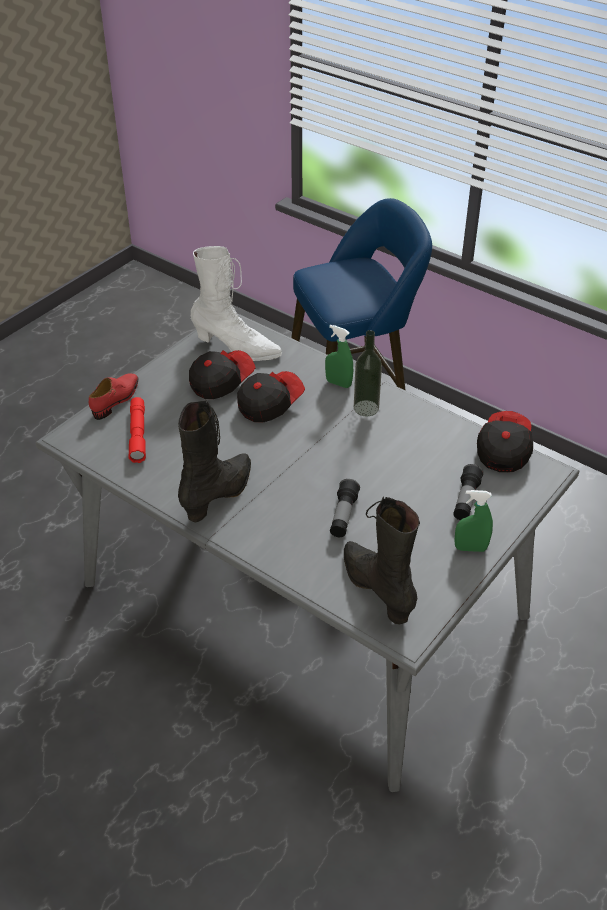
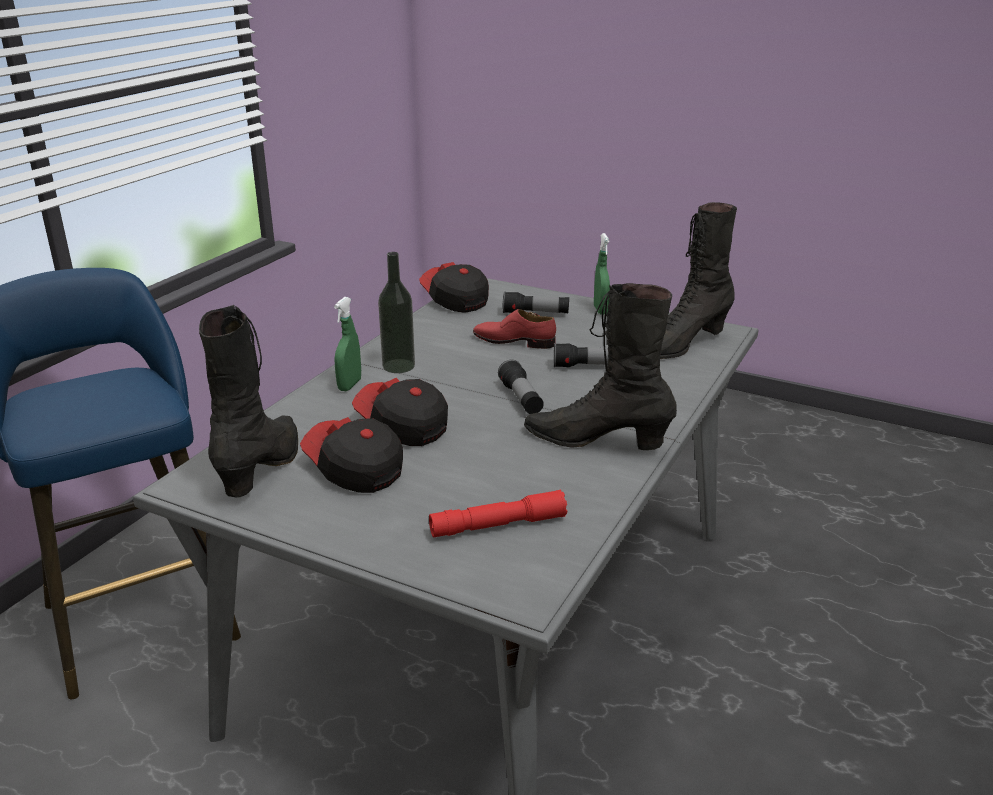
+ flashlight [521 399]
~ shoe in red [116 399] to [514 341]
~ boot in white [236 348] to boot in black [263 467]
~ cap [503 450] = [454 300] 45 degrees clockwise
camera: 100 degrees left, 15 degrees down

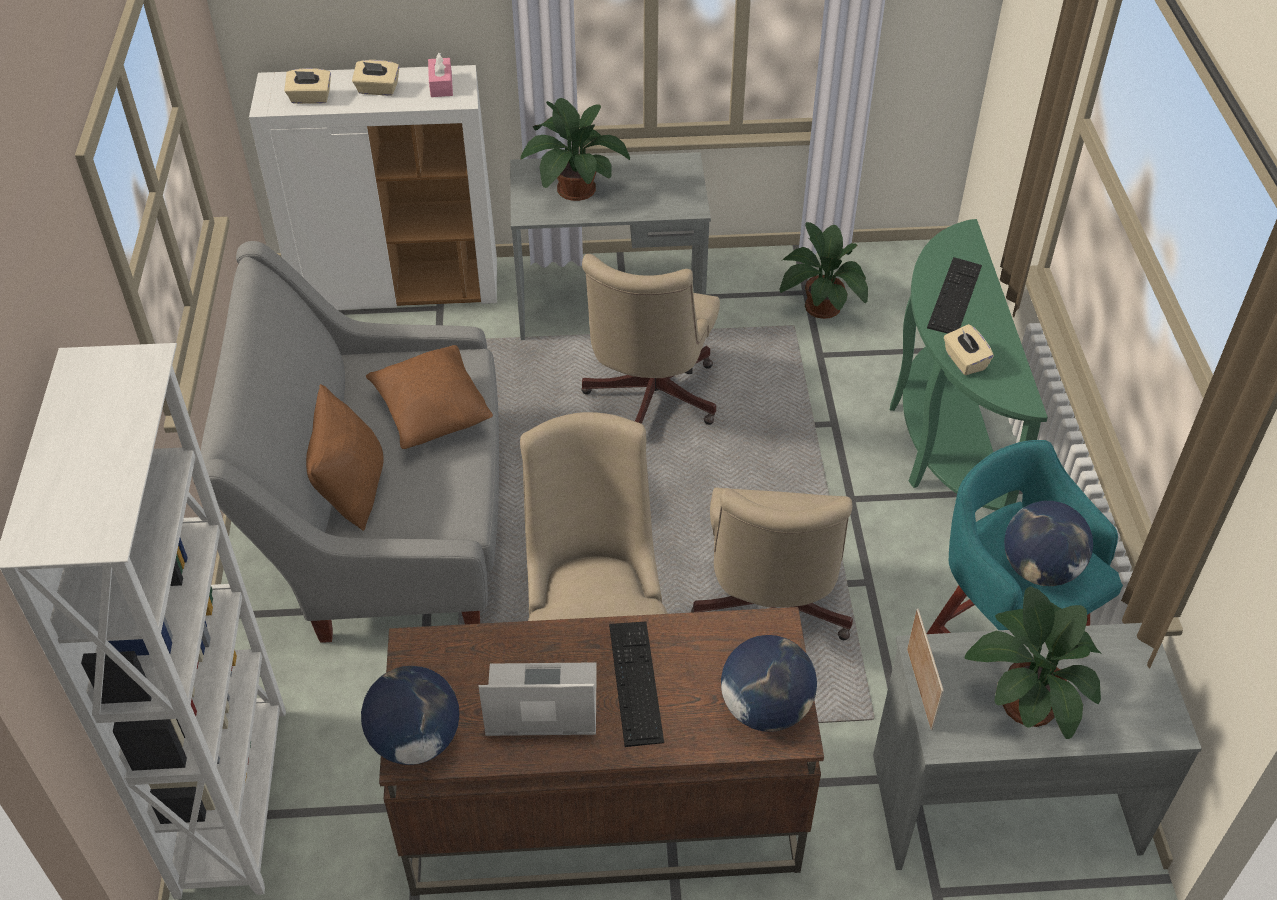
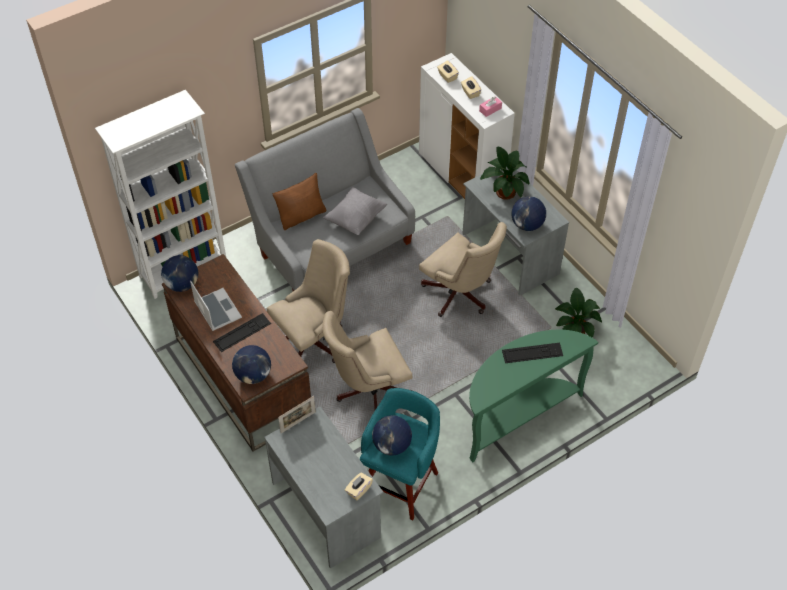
- potted plant [1027 698]
+ globe [527 225]
~ tissue box in beige [964 361] to [358 490]
~ pillow in brown [432 415] to pillow in grey [356 219]
~ office chair in beige [649 401] = [460 296] 120 degrees counterclockwise
camera: 60 degrees right, 5 degrees up

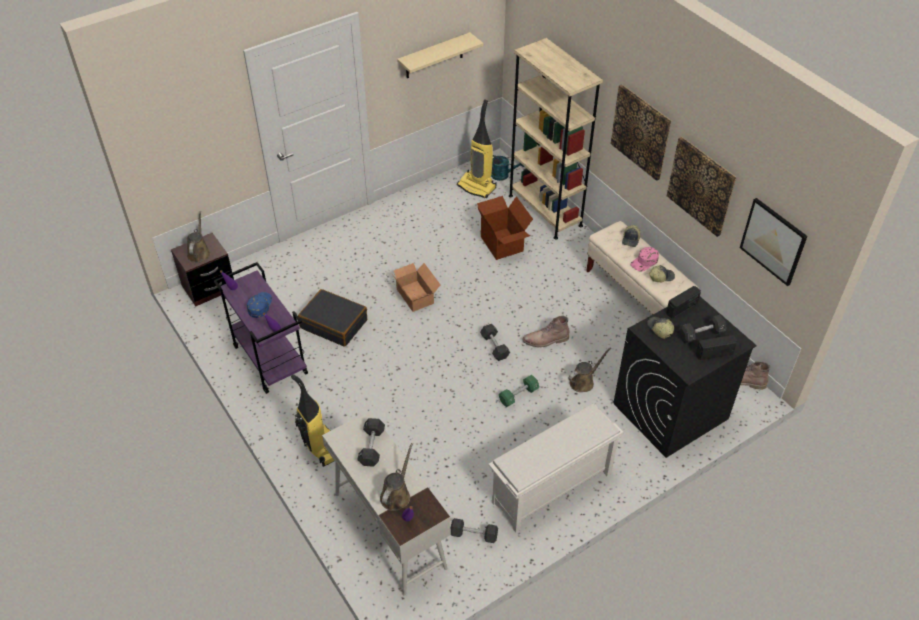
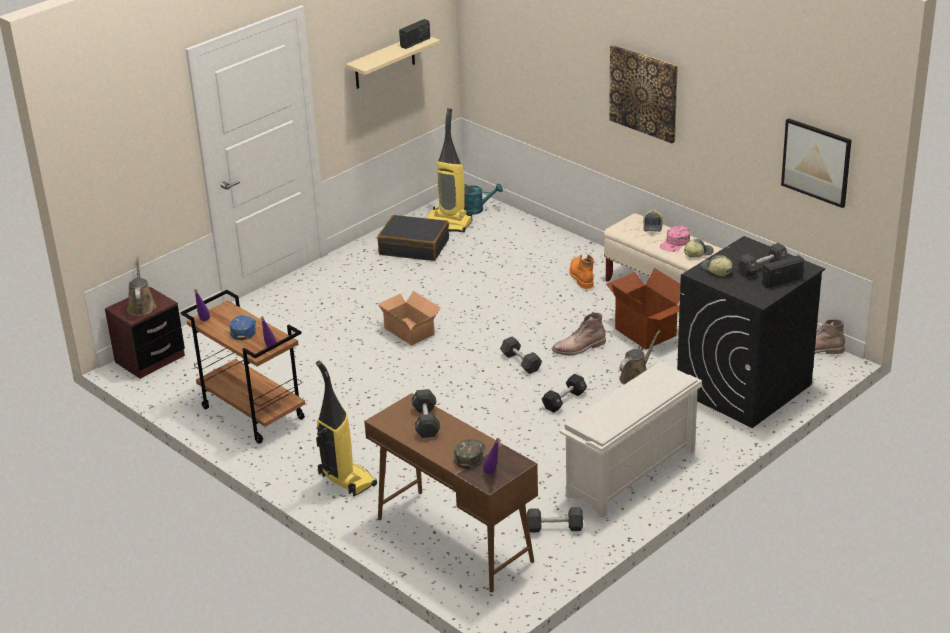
- bookcase in beige [545 210]
- picture [701 186]
+ boot in orange [580 276]
~ suitcase in black [334 324] to [414 247]
~ cardboard box [502 244] to [646 332]
~ radio [682 309] to [415 42]
~ watering can in brown [396 494] to cap in green [469 455]
~ cart in purple [269 360] to cart in brown [251 413]
~ desk in white [389 530] to desk in brown [453 539]
~ dumbbell in green [518 395] to dumbbell in black [564 400]
camera: 10 degrees left, 15 degrees down

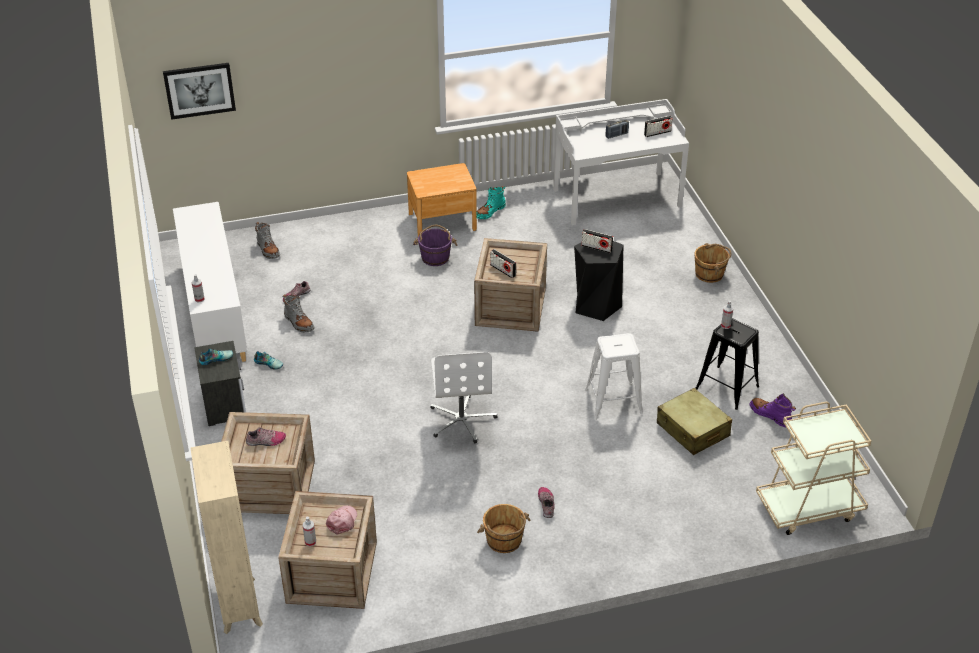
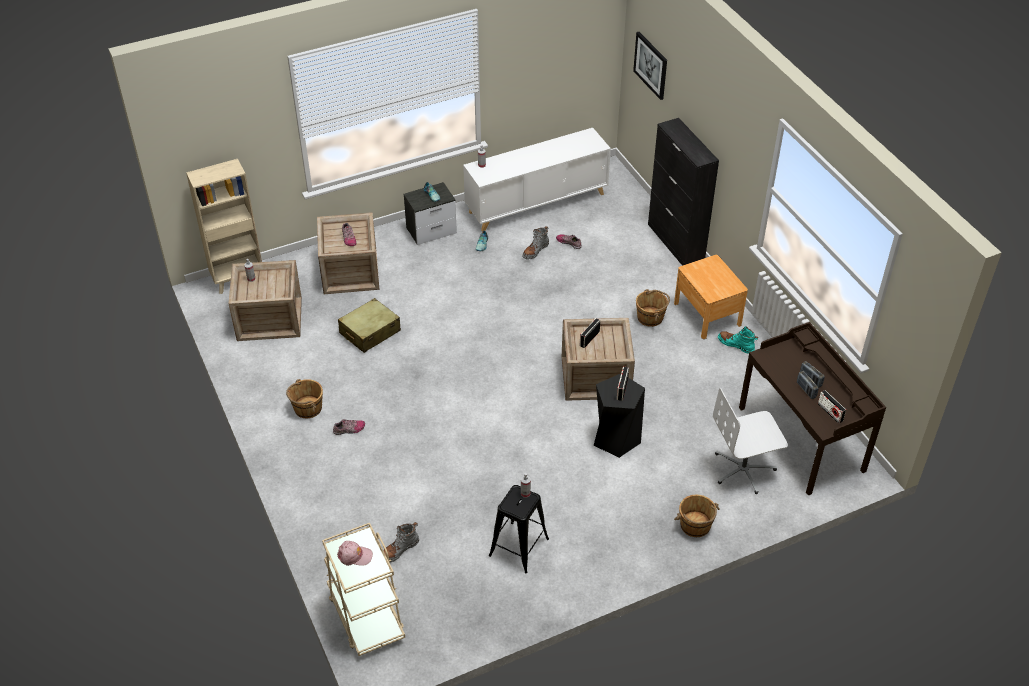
- stool in white [613 401]
- boot in purple [770 415]
+ cabinet in black [675 243]
+ radio [806 390]
~ boot in grey [268 250] to [399 550]
~ cap in pink [342 521] to [354 556]
~ office chair in white [462 420] to [743 469]
~ suitcase in beige [692 430] to [369 332]
~ bucket in purple [435 257] to bucket in brown [650 317]
~ desk in white [616 197] to desk in brown [802 438]
camera: 80 degrees right, 5 degrees up

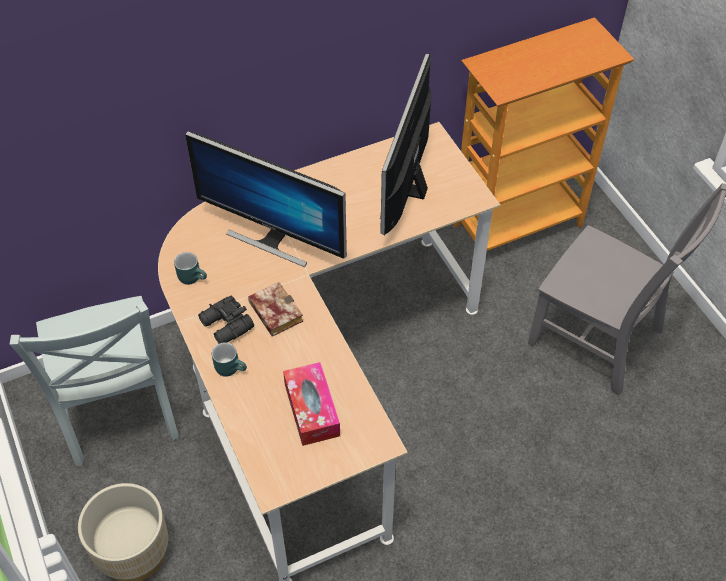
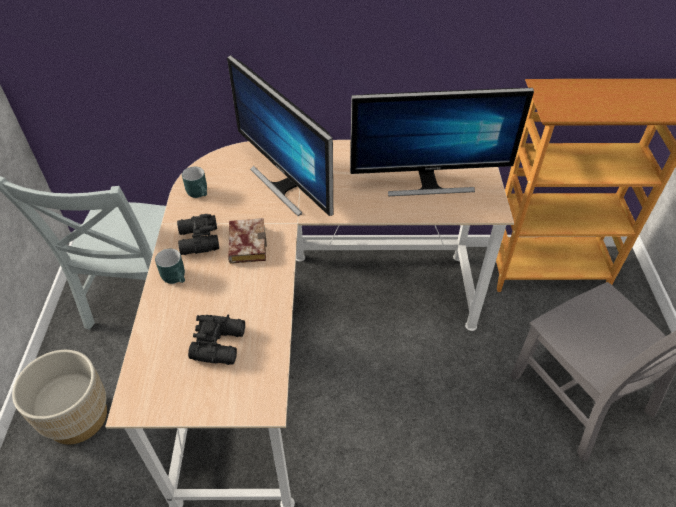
~ tissue box [312 409] to binoculars in black [220 343]
~ monitor [406 190] = [428 183] 135 degrees counterclockwise
camera: 25 degrees right, 5 degrees down

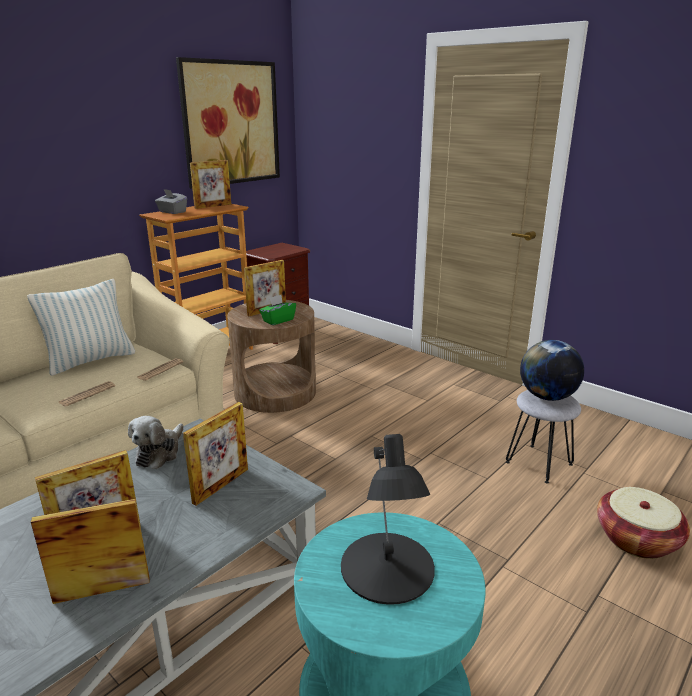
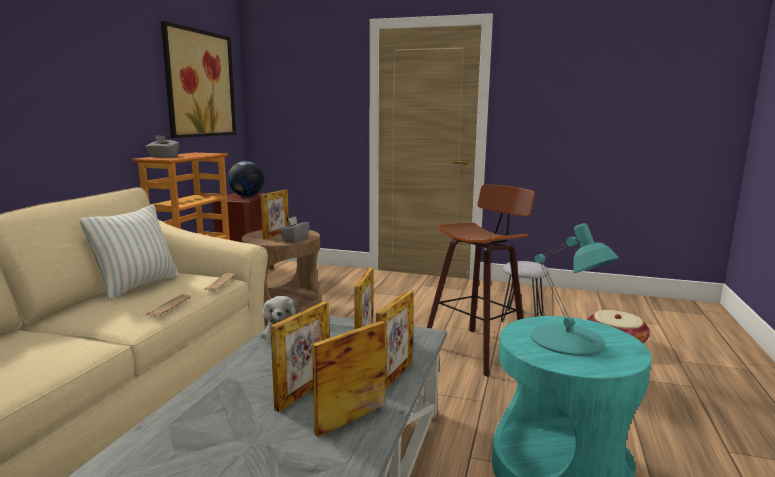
+ stool [477 349]
~ picture frame [213 206] to [394 376]
~ globe [547 397] to [247 196]
~ tissue box in green [278 320] to tissue box in grey [295 239]
~ table lamp in black [387 568] to table lamp in turquoise [567 340]
camera: 25 degrees left, 10 degrees down

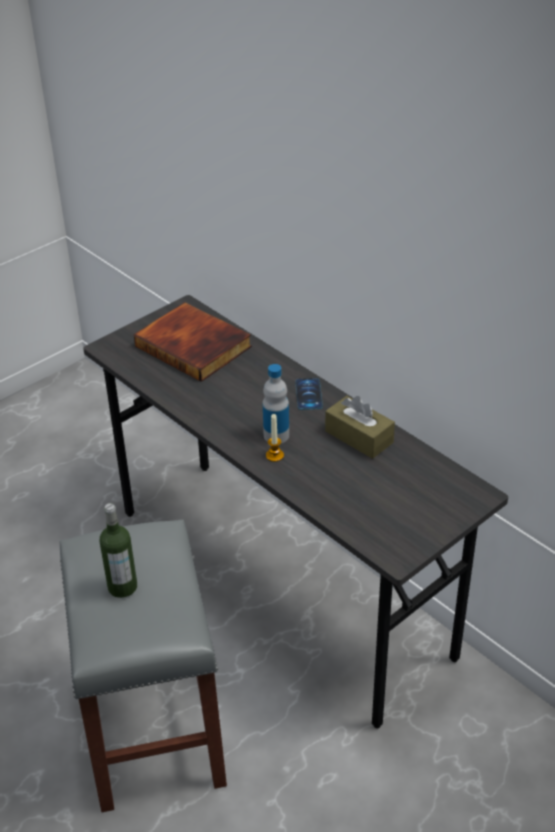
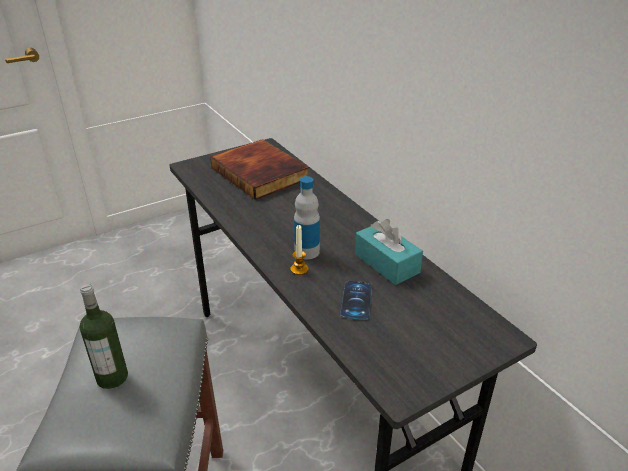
~ phone [308 394] to [356 300]
~ tissue box in brown [359 437] to tissue box in turquoise [386 263]
camera: 10 degrees right, 5 degrees down

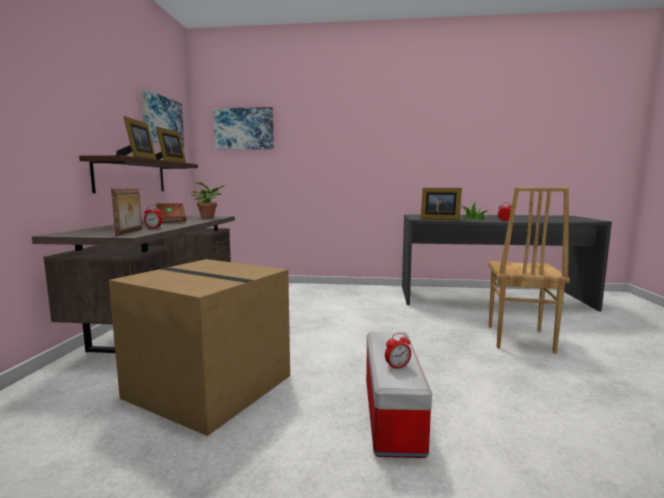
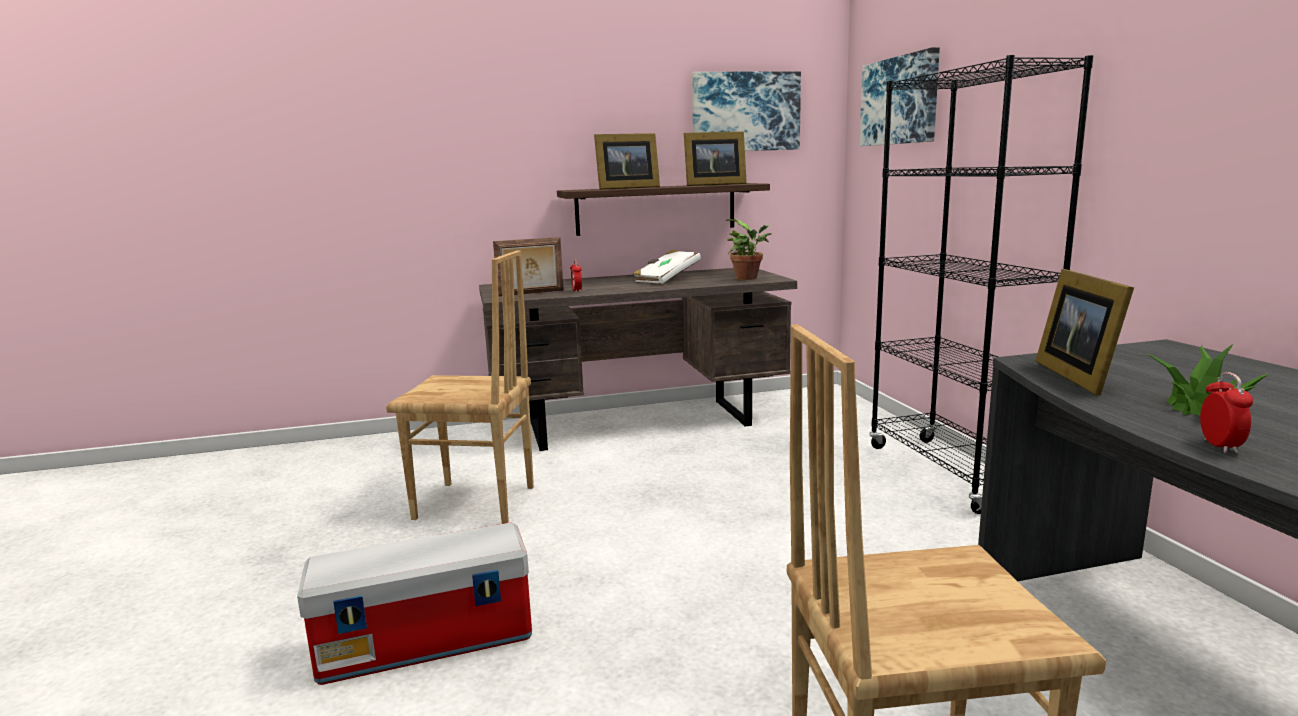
- alarm clock [397 367]
+ bookcase in black [950 474]
~ cardboard box [212 386] to chair in brown [475 503]
~ book in brown [170 221] to book in white [666 280]
camera: 70 degrees right, 5 degrees up

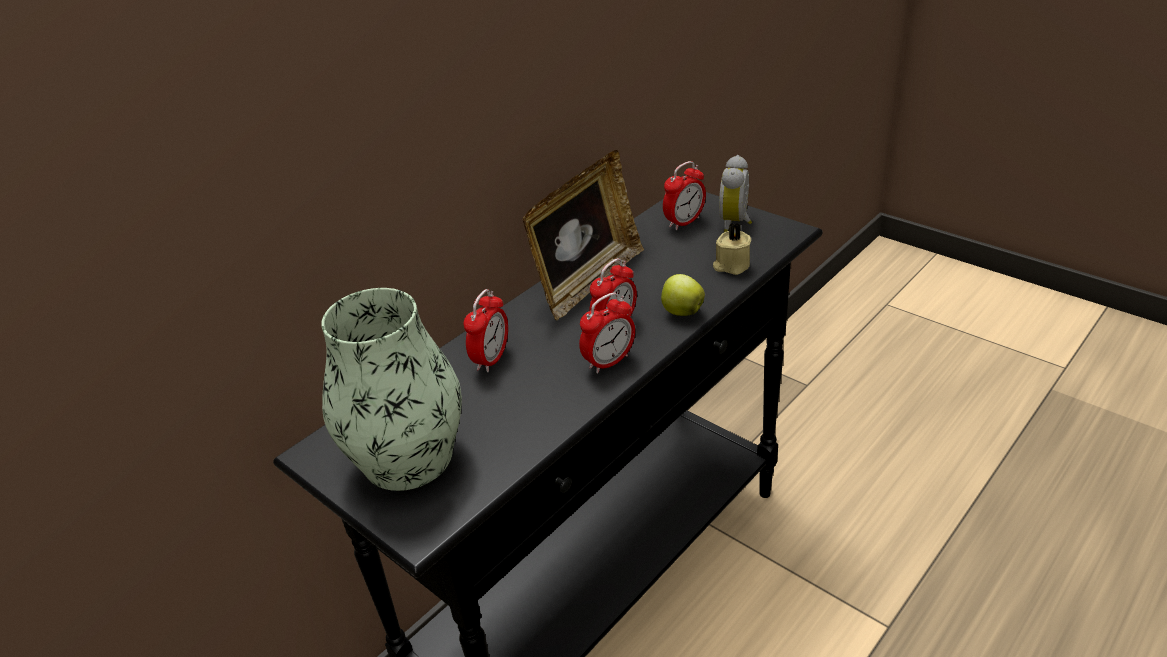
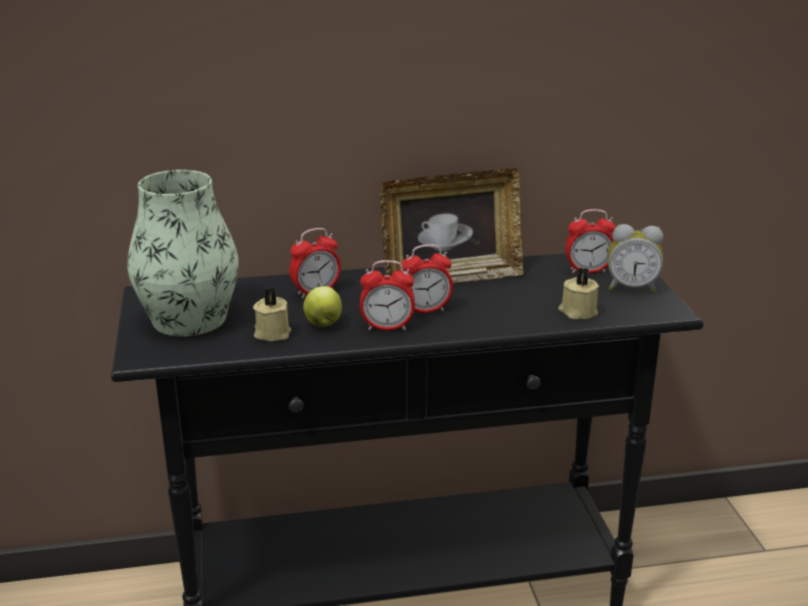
+ candle in beige [271 333]
~ apple [681 311] to [323 324]
~ alarm clock [736 223] = [631 288] 135 degrees counterclockwise
camera: 35 degrees right, 10 degrees down

